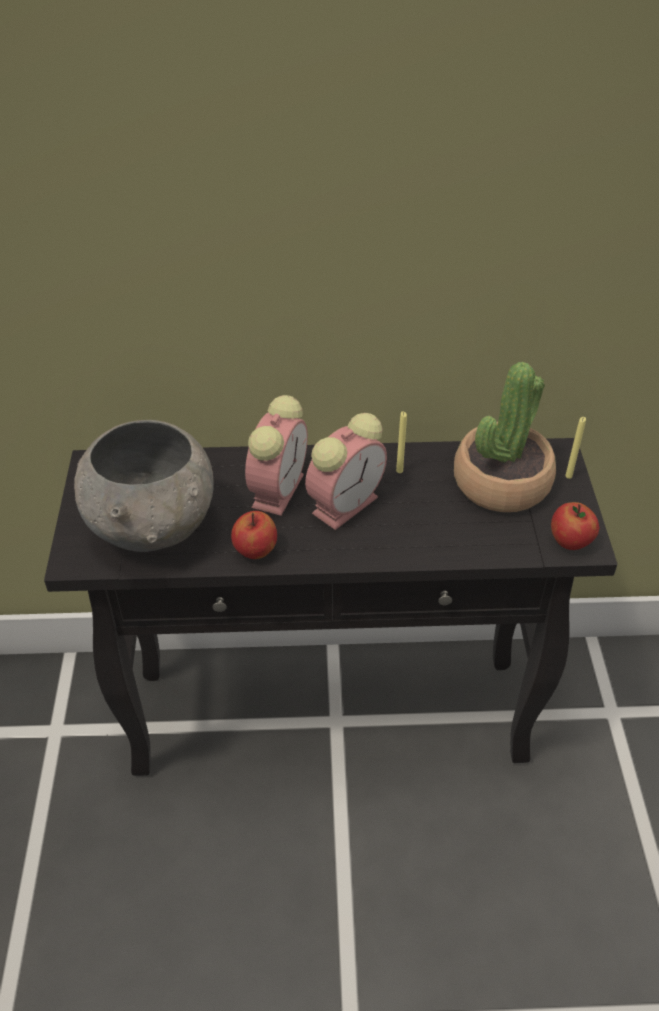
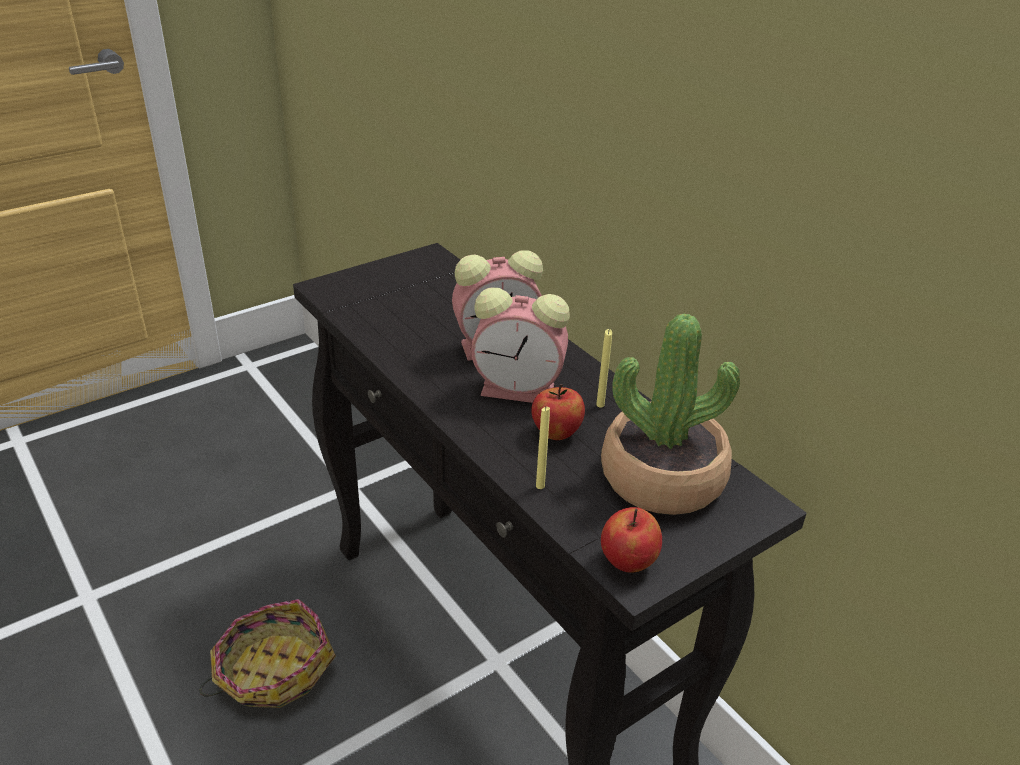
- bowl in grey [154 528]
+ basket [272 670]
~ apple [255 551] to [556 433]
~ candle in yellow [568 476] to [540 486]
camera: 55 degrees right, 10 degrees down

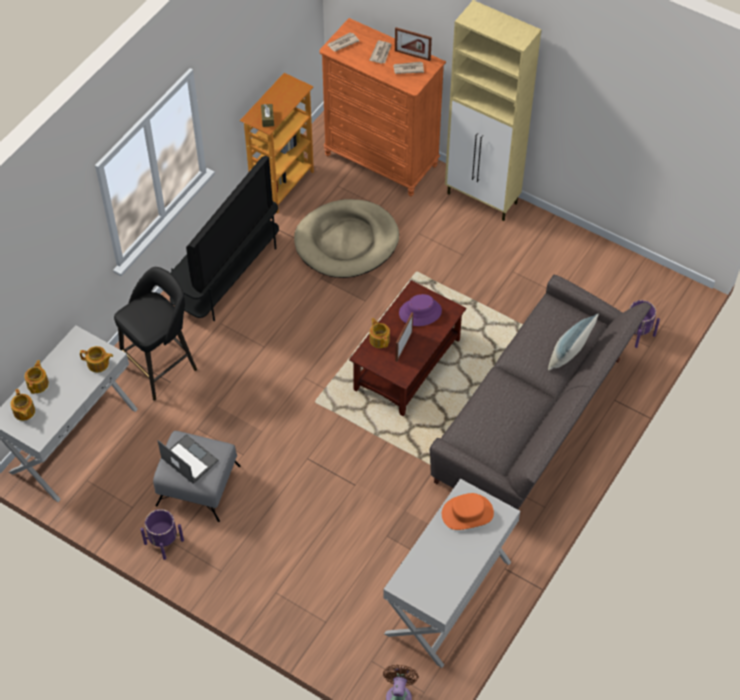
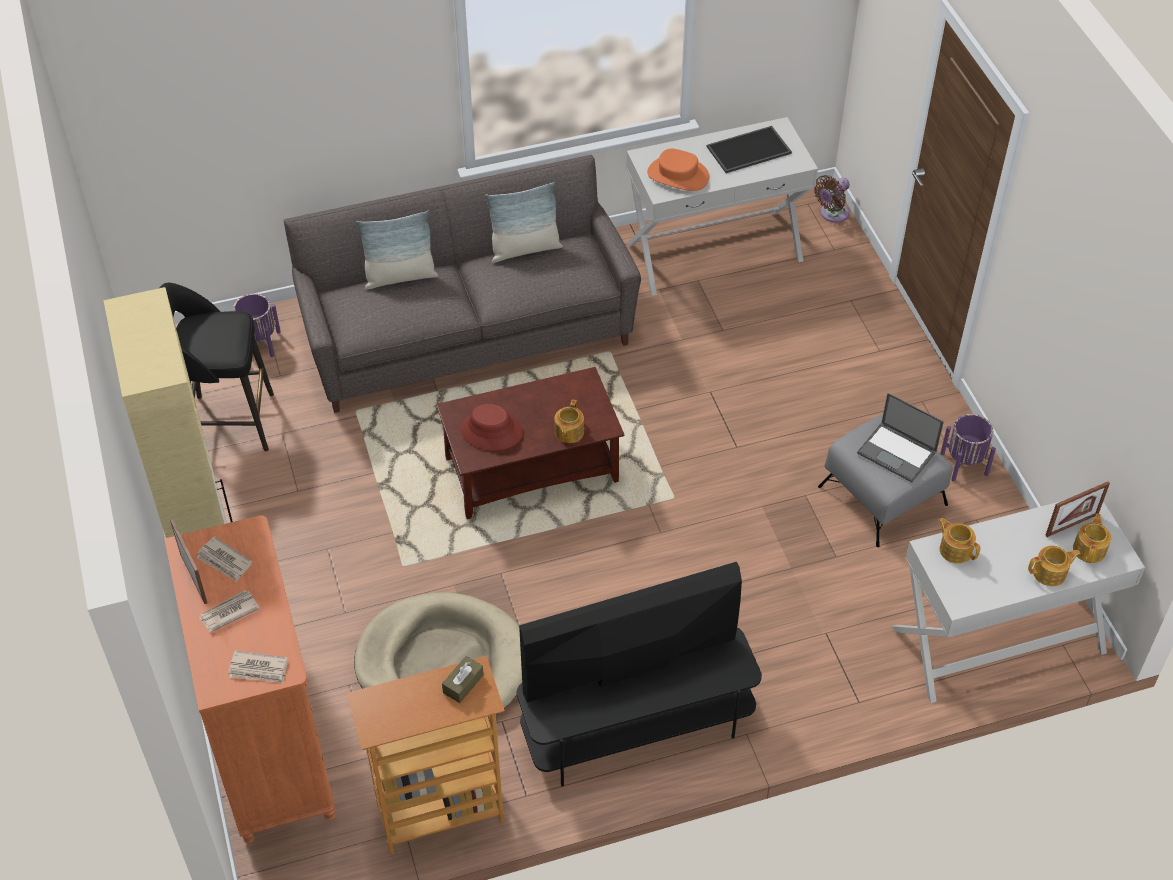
+ pillow [525 249]
+ tray [748 151]
~ stool in black [161 367] to [229 423]
~ picture frame [404 346] to [1071 525]
~ hat in purple [420 312] to hat in red [491 431]
~ teapot [38 383] = [1050 573] 150 degrees counterclockwise
~ laptop [189 459] = [897 452] 45 degrees counterclockwise
camera: 140 degrees left, 5 degrees down

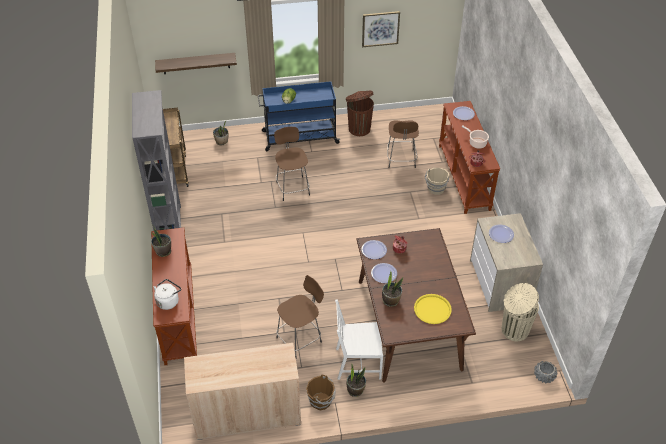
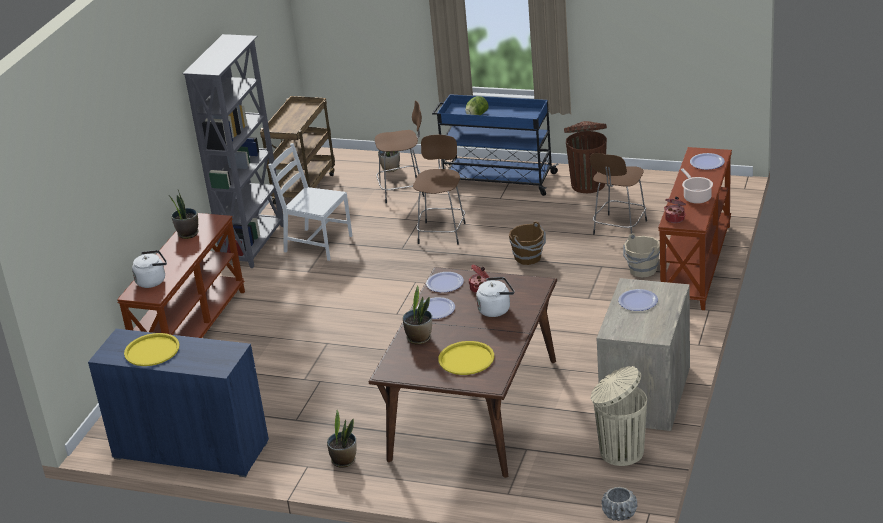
- shelf [196 63]
- picture [380 28]
+ tray in yellow [152 350]
+ kettle in white [496 309]
~ stool in brown [300 339] to [403 190]
~ bucket in brown [321 401] to [528 258]
~ chair in white [357 363] to [317 244]
~ cabinet in beige [247 414] to cabinet in blue [191 450]
camera: 30 degrees right, 15 degrees down

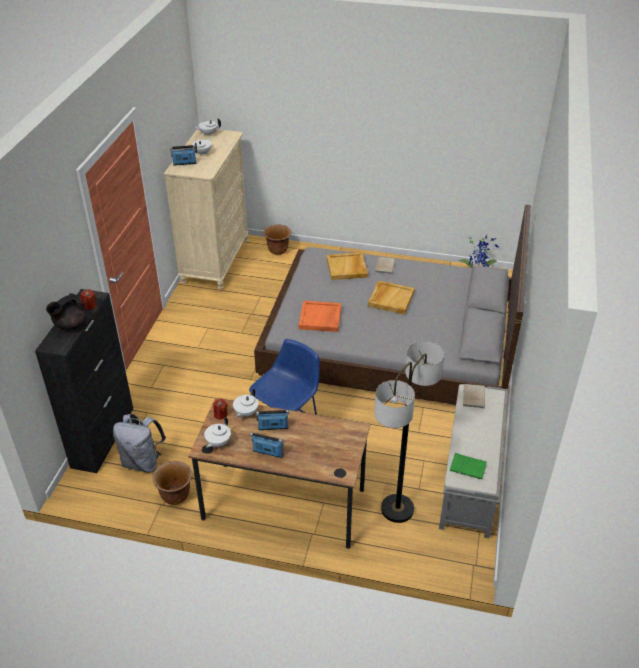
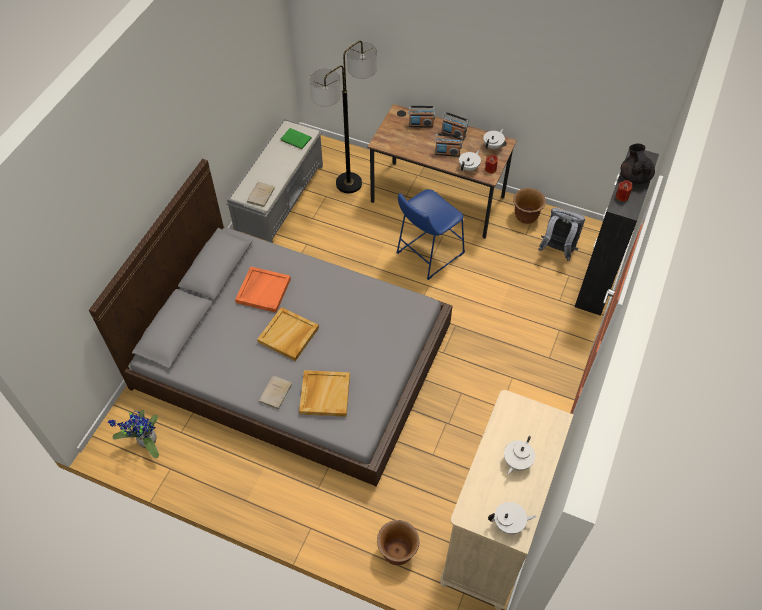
~ radio [184 163] to [421 124]
~ tray in orange [320 318] to [263 290]
~ teapot in black [70 325] = [634 176] 60 degrees counterclockwise
camera: 170 degrees left, 15 degrees up

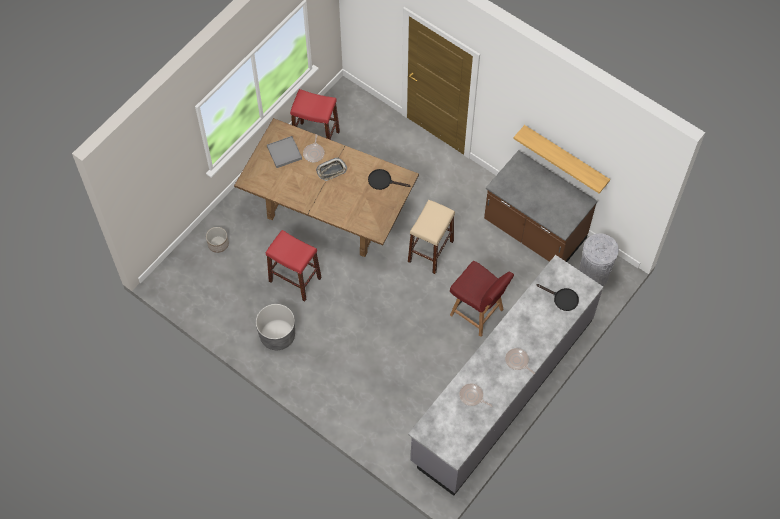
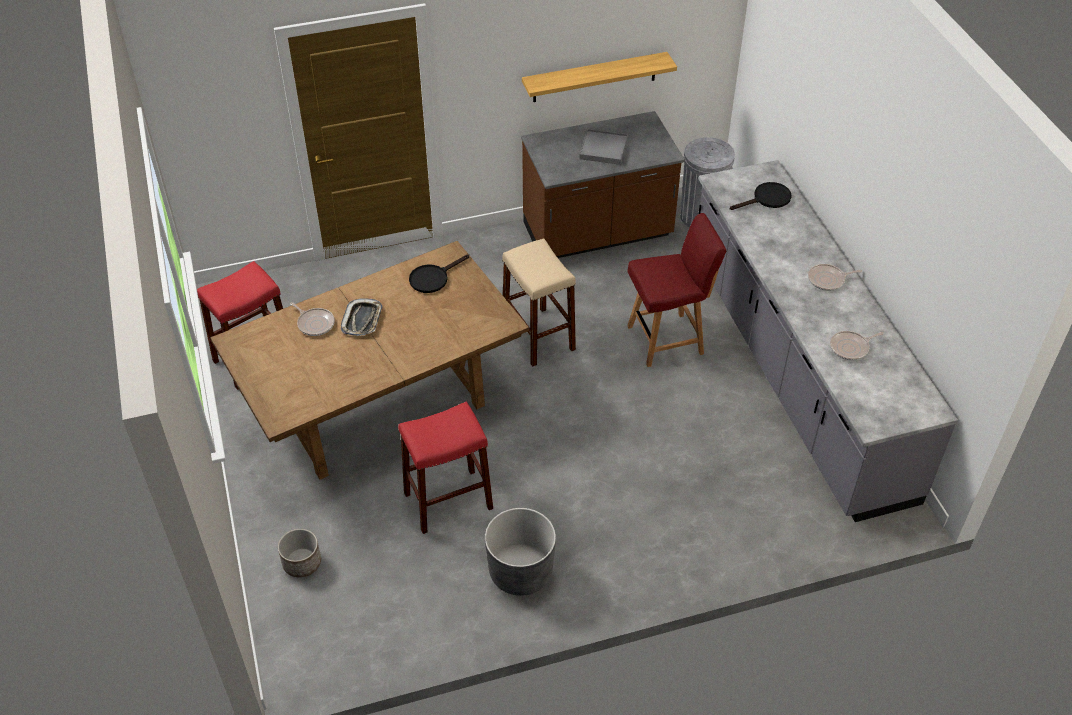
~ tray in grey [284 153] to [603 149]
camera: 55 degrees left, 15 degrees down

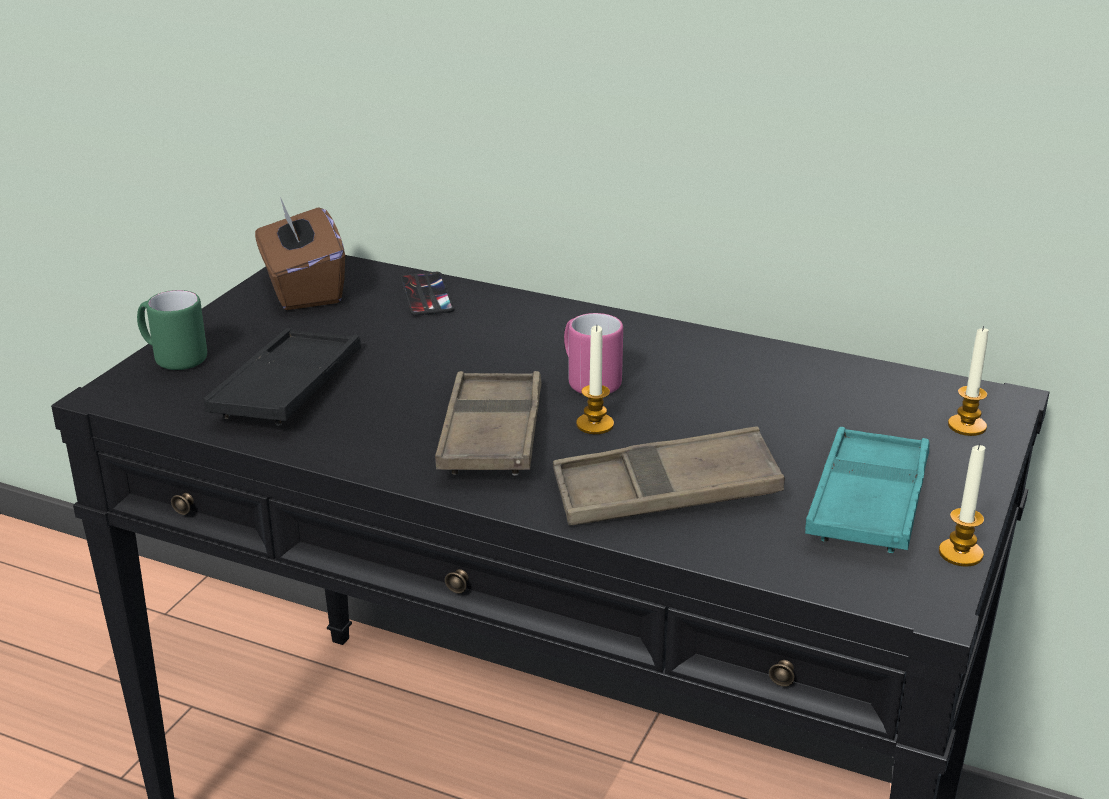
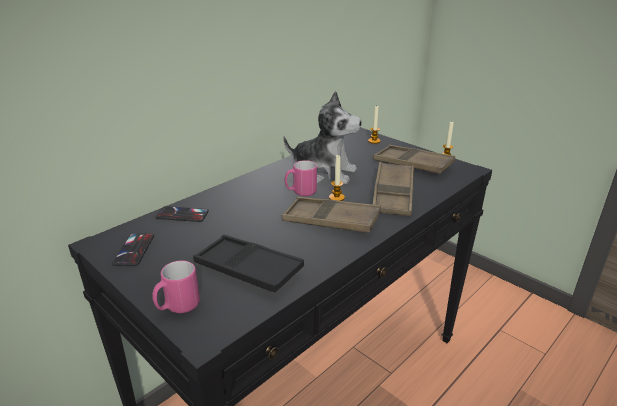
+ plush toy [323 172]
~ tissue box in brown [302 289] to phone [134 249]
~ mug in green [173 358] to mug in pink [177 307]
~ tray in turquoise [868 501] to tray in brown [412 164]
camera: 70 degrees left, 0 degrees up

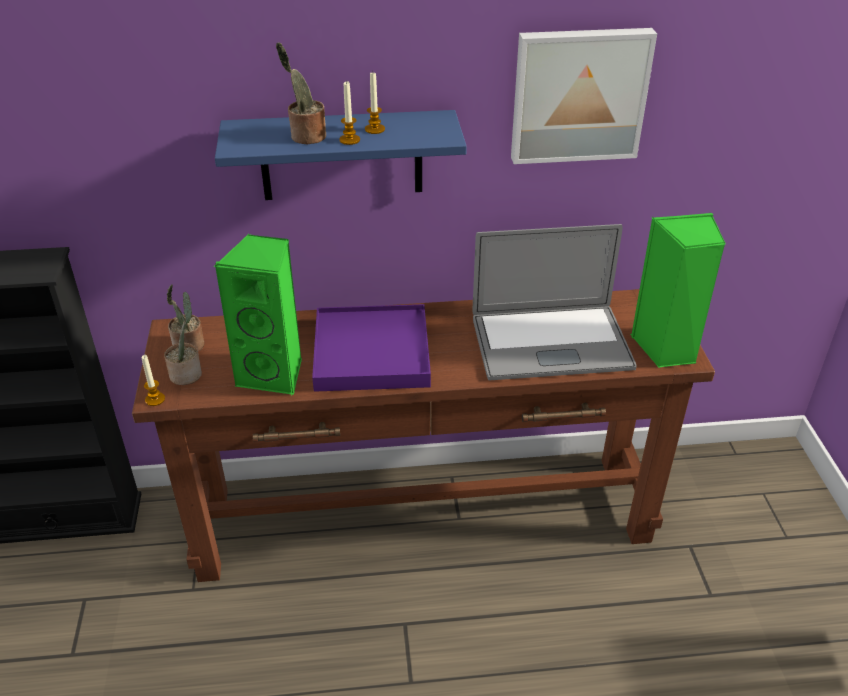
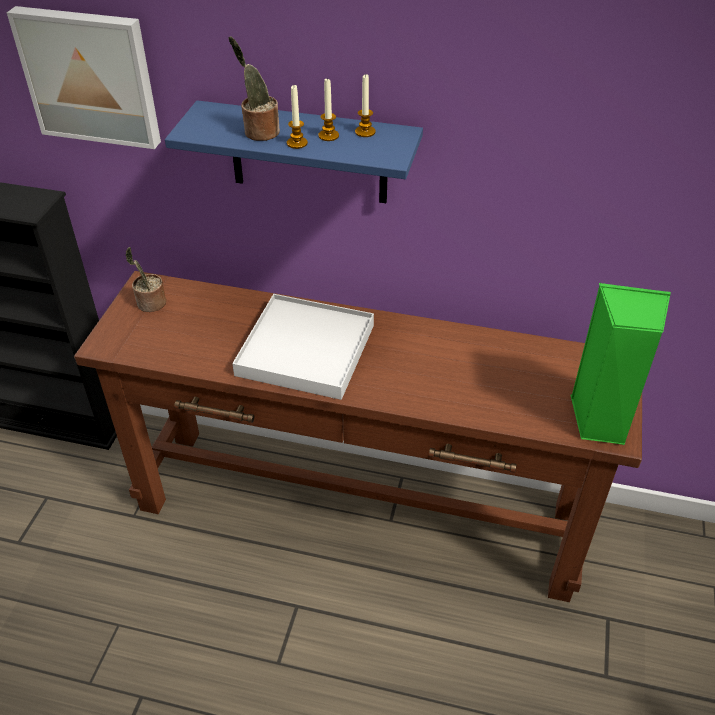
- potted plant [187 373]
- speaker in green [274 374]
- laptop [550 342]
~ candle [155 399] to [365 132]
~ picture [578 94] to [91 76]
~ tray in purple [371 353] to tray in white [305 350]
camera: 20 degrees right, 5 degrees up

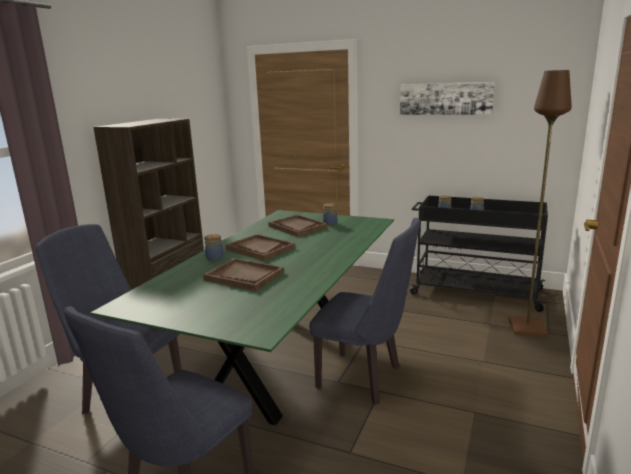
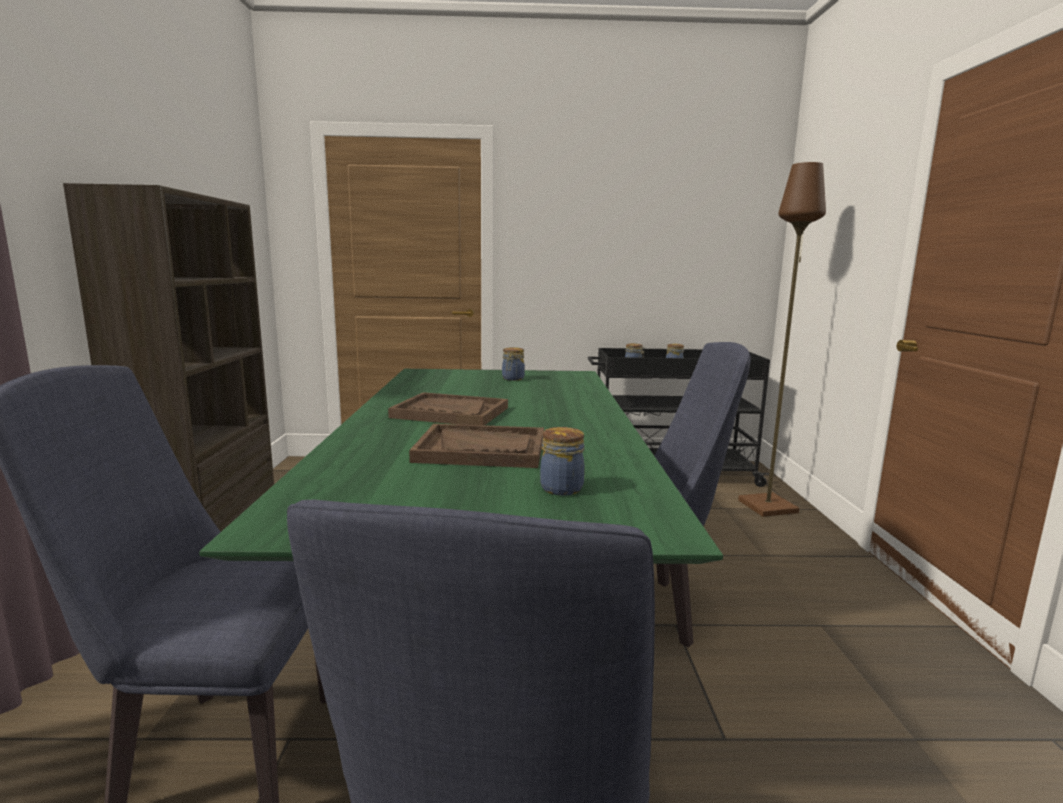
- tray in brown [297 227]
- picture [445 98]
~ jar [215 258] to [562 487]
camera: 25 degrees left, 5 degrees down

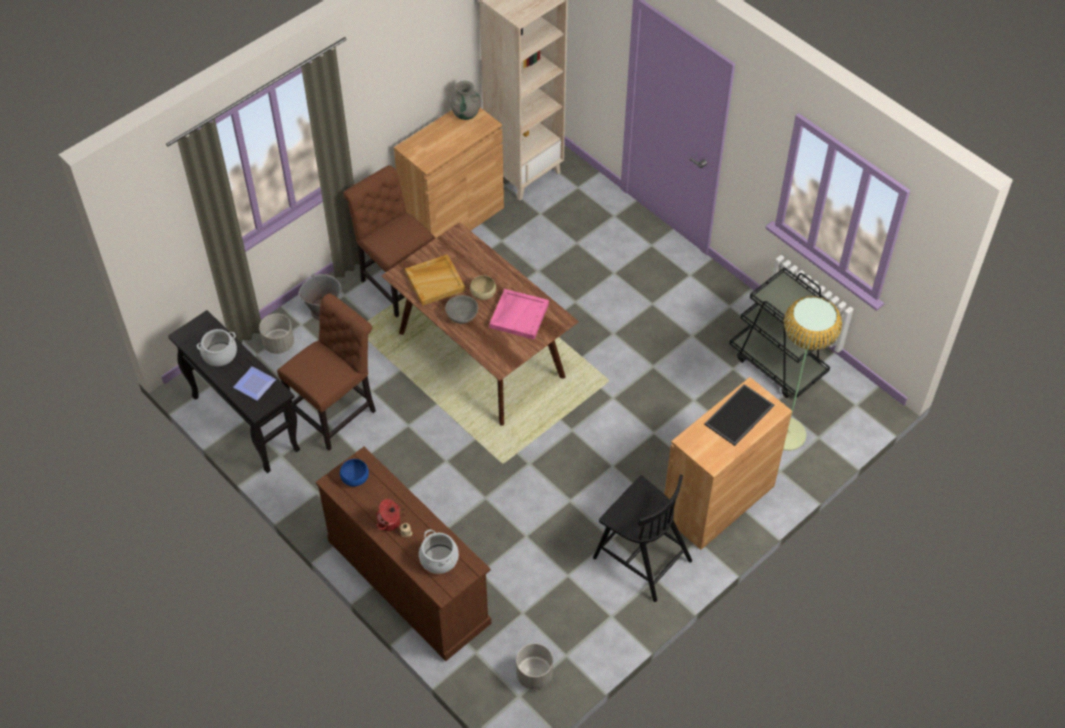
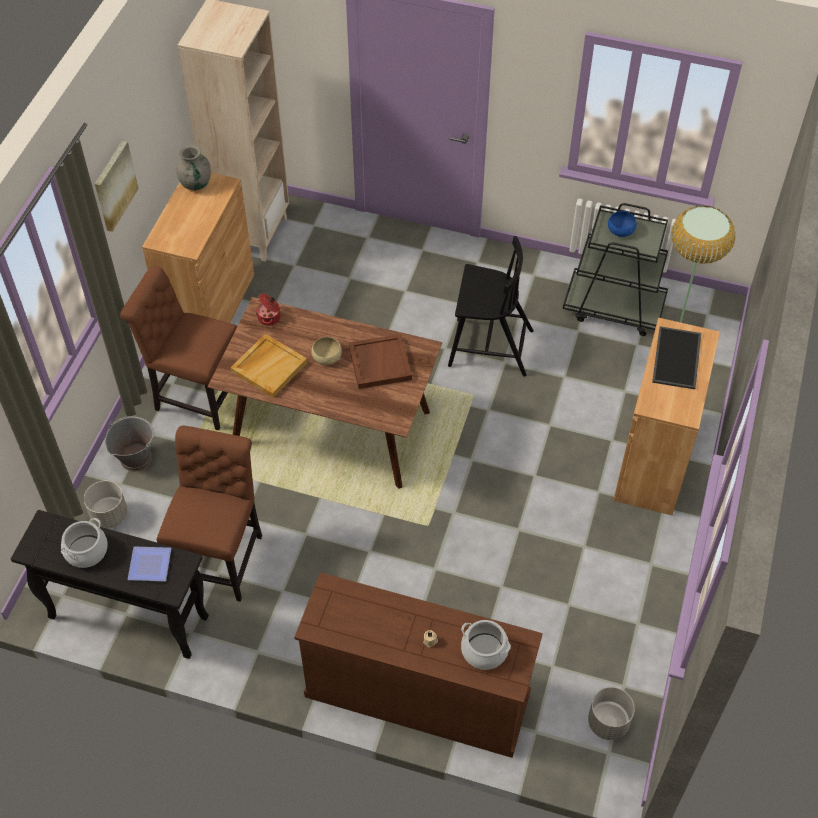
- bowl in grey [462 316]
+ picture [114 185]
~ bowl in blue [355 477] to [620 229]
~ cooking pot [389 522] to [270 317]
~ chair in black [641 558] to [488 347]
~ tray in pink [518 315] to tray in brown [379 363]
camera: 30 degrees left, 0 degrees up

